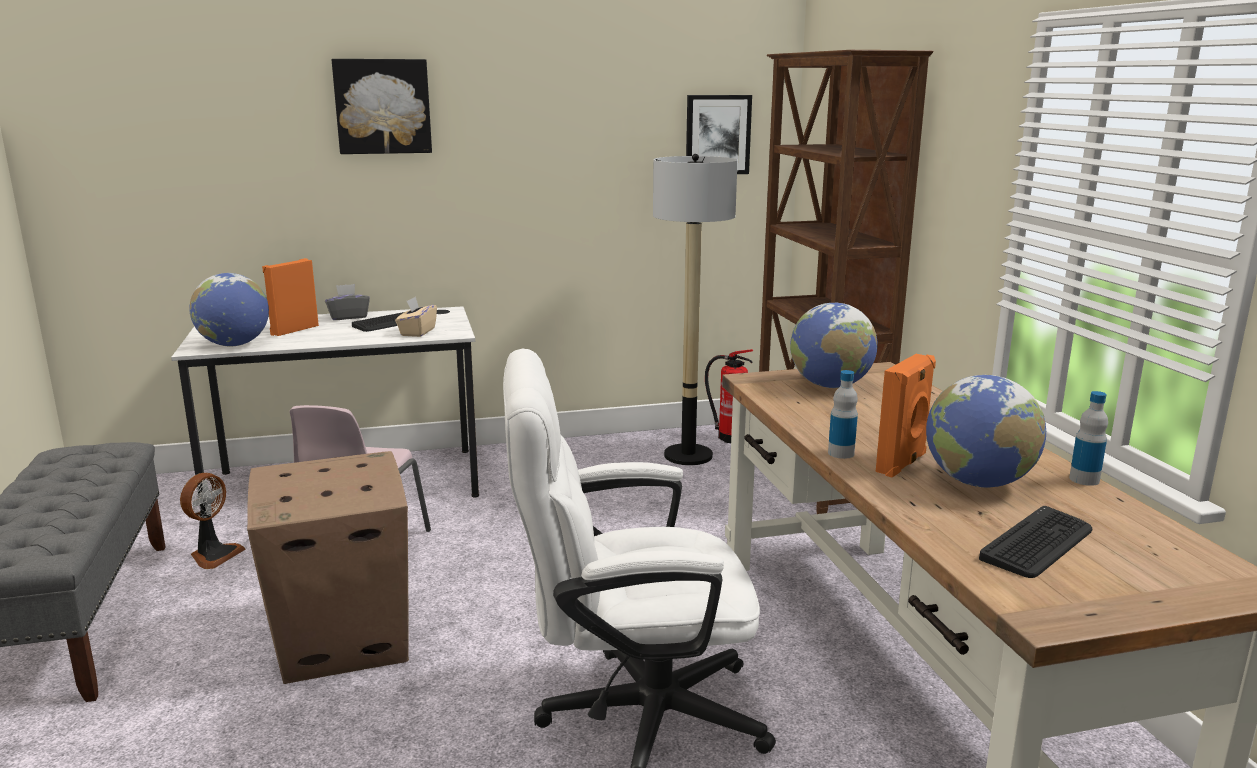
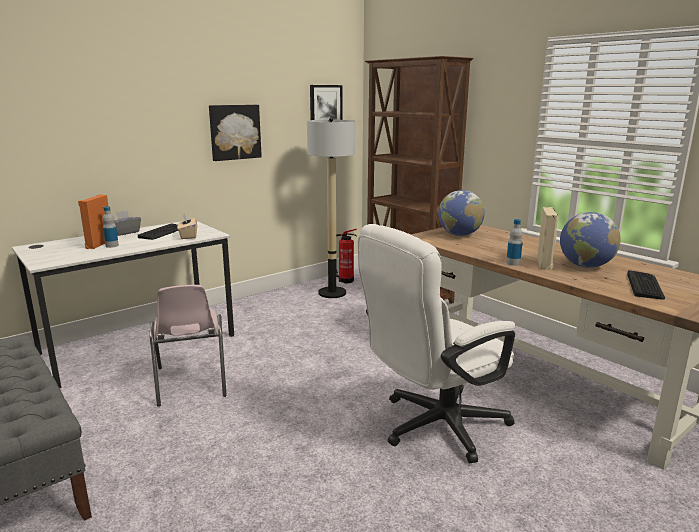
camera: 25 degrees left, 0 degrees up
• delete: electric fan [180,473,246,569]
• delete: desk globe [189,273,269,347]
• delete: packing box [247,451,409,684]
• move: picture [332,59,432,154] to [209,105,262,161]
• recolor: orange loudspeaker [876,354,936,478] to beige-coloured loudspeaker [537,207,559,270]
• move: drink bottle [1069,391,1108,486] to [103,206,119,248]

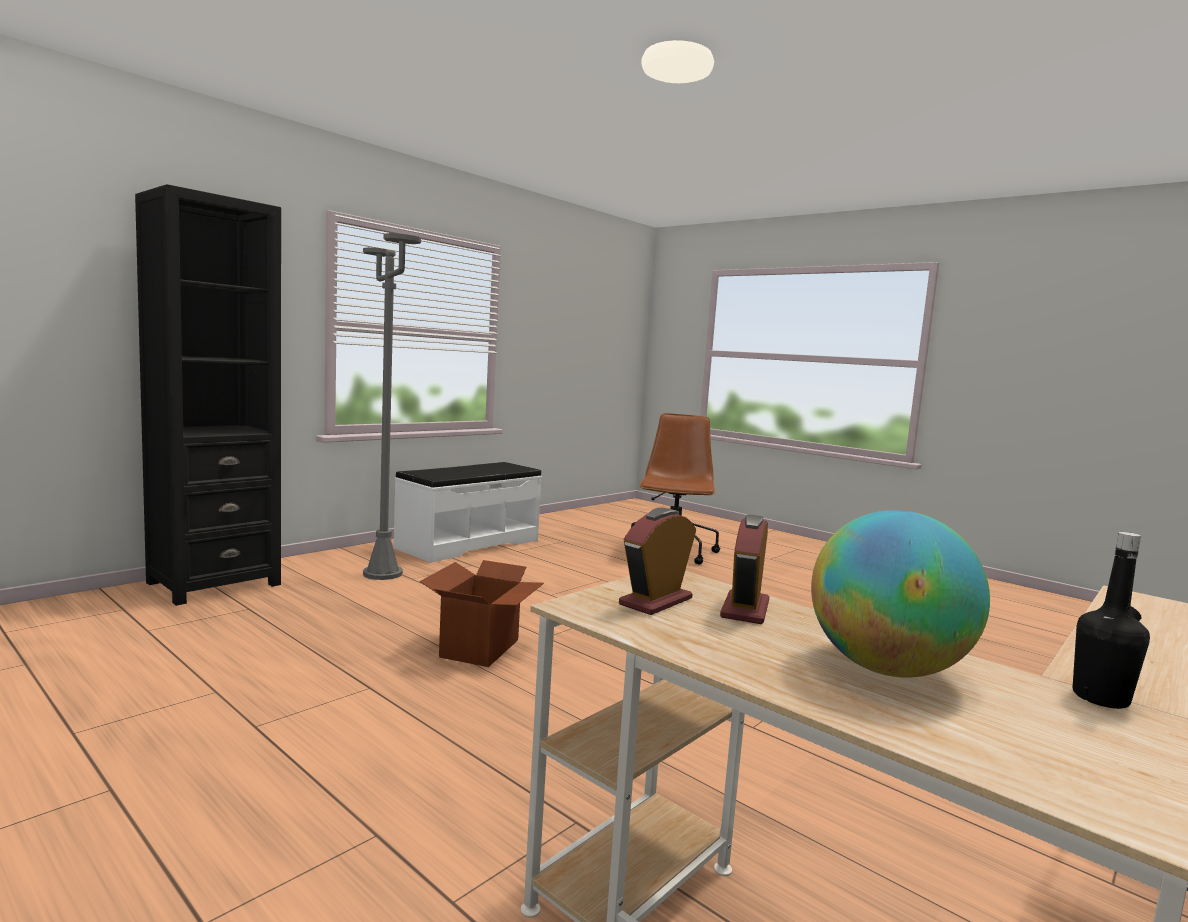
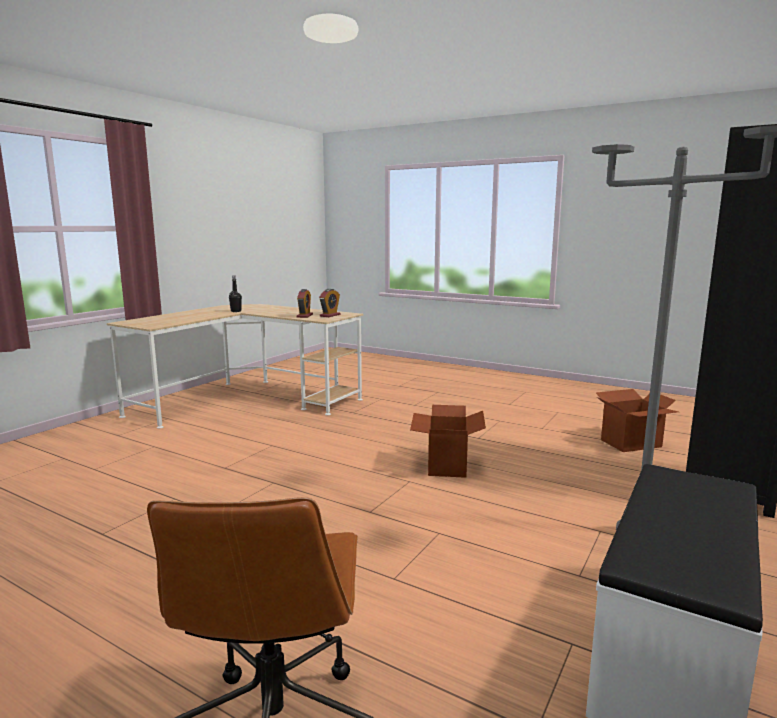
camera: 170 degrees right, 5 degrees up
• delete: desk globe [811,510,990,678]
• insert: packing box [596,389,678,452]

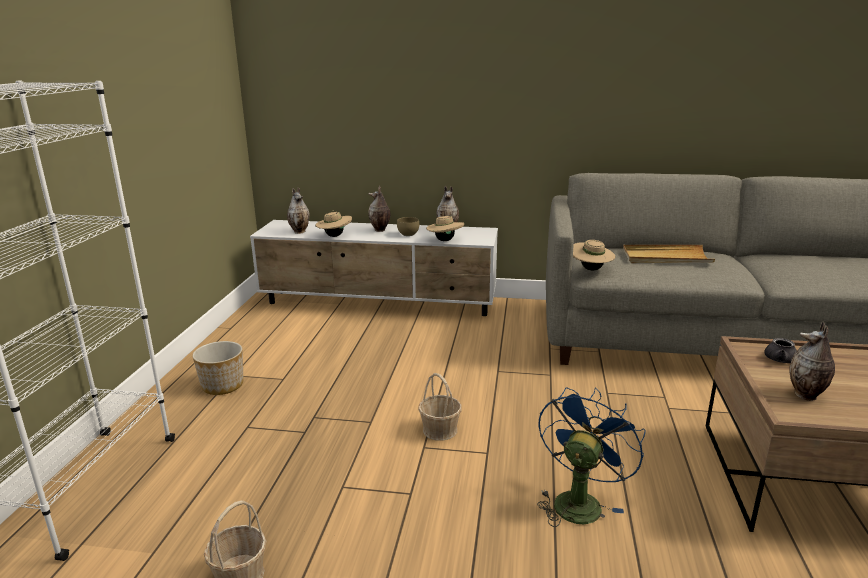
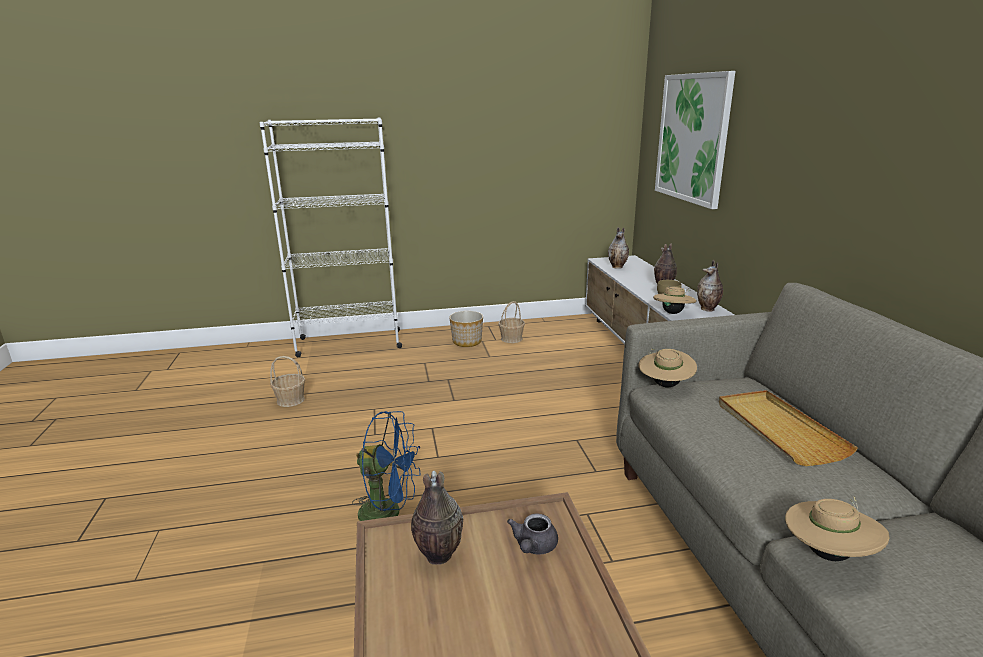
camera: 70 degrees right, 0 degrees up
• move: beige-coloured hat [315,210,352,237] to [785,496,890,561]
• move: basket [418,373,462,441] to [498,301,525,343]
• insert: picture [655,71,735,209]

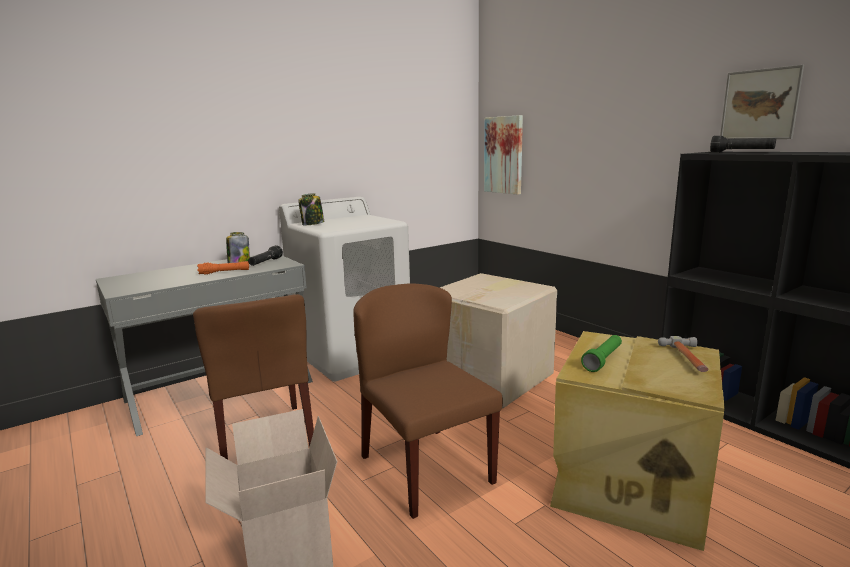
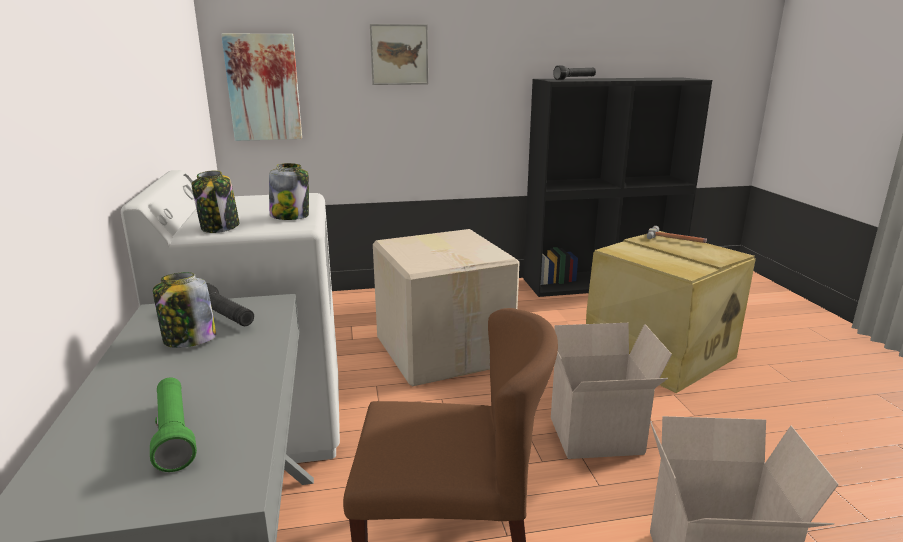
camera: 65 degrees left, 5 degrees up
• delete: orange torch [197,261,249,275]
• replace: brown upright chair [353,284,503,519] to packing box [551,323,672,459]
• move: green torch [581,335,622,372] to [150,378,197,472]
• move: picture [720,65,804,139] to [370,24,428,85]
• insert: preserve jar [269,163,309,220]

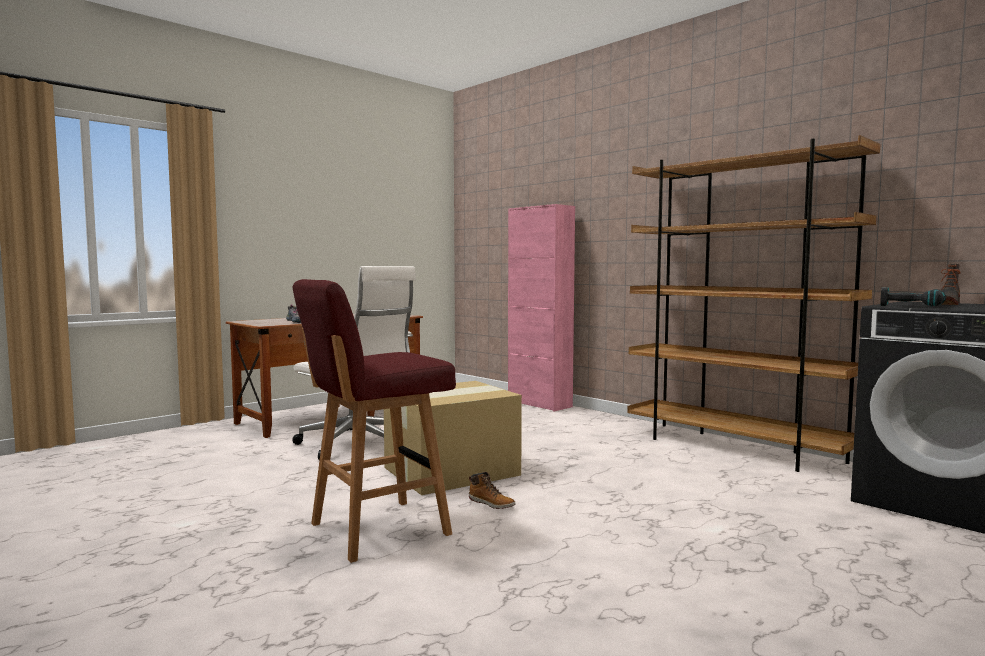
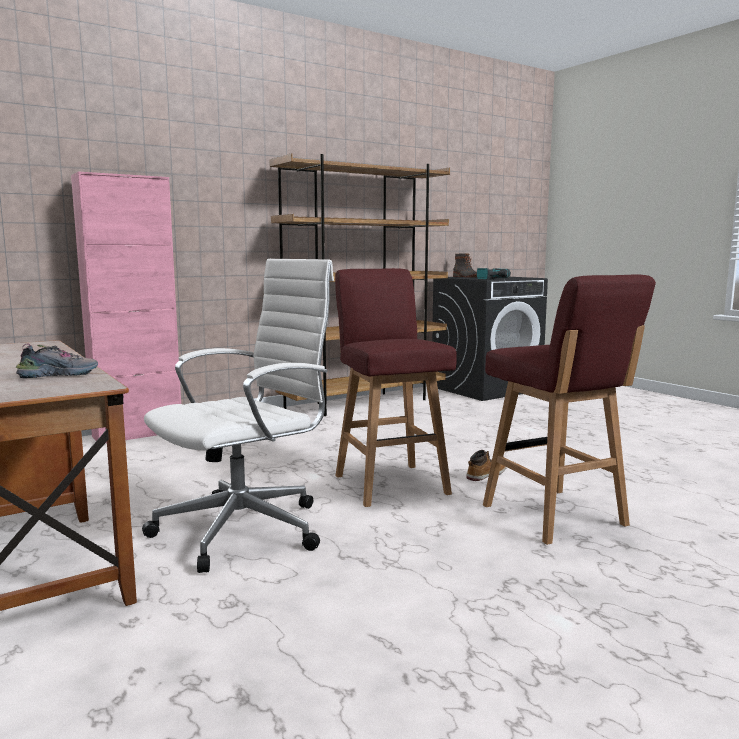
camera: 80 degrees left, 5 degrees up
• replace: packing box [384,381,522,495] to red-coloured sitting stool [335,268,457,507]

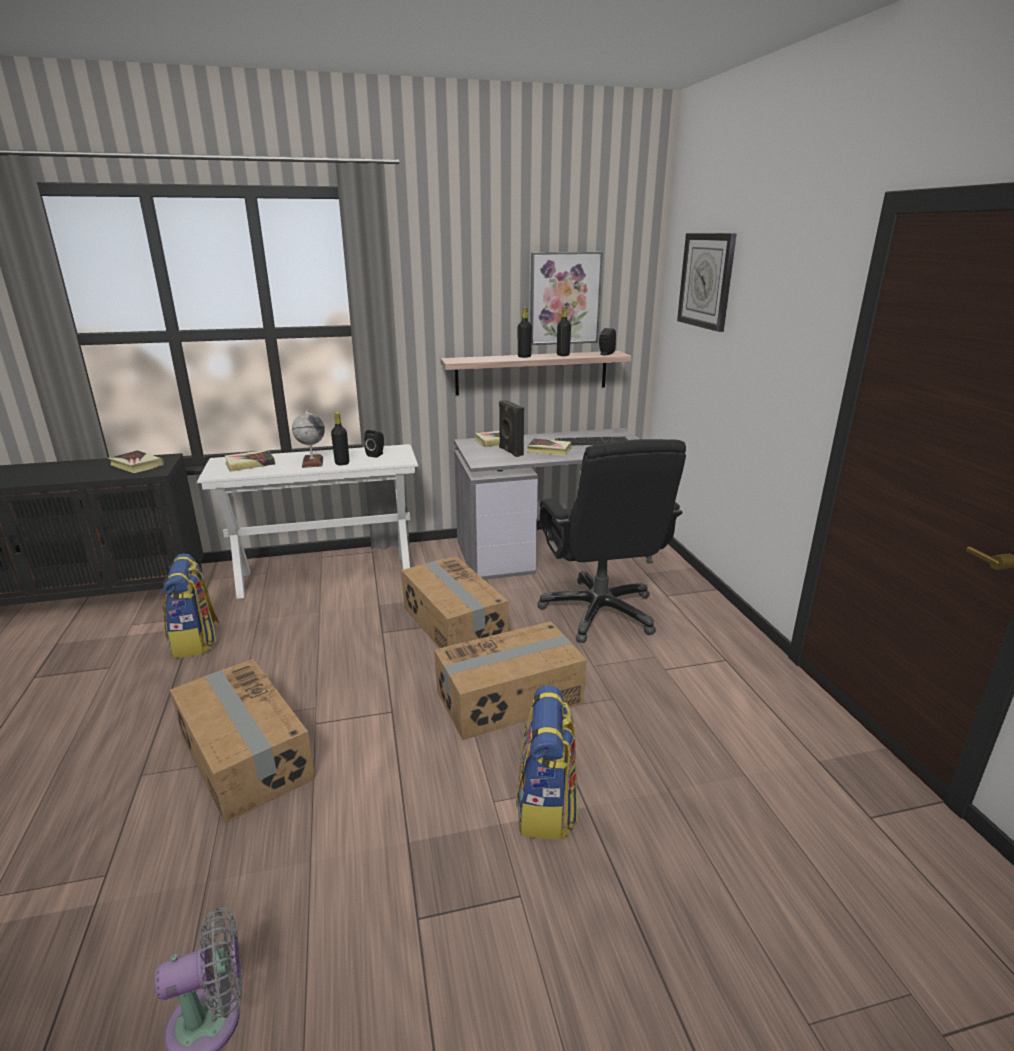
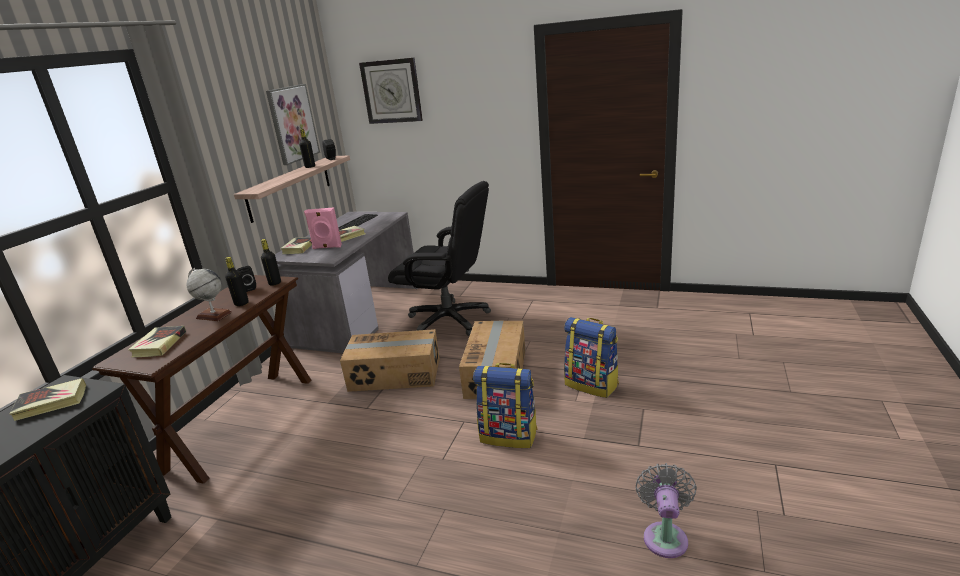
camera: 55 degrees left, 0 degrees up
• move: rucksack [163,554,219,658] to [473,363,538,448]
• delete: packing box [170,659,315,824]
• recolor: white-coloured narrow table [197,444,419,599] to brown narrow table [92,275,312,484]
• recolor: black-coloured loudspeaker [499,400,524,457] to pink-coloured loudspeaker [304,207,342,249]
• move: black-coloured drink bottle [518,307,532,358] to [261,239,281,286]

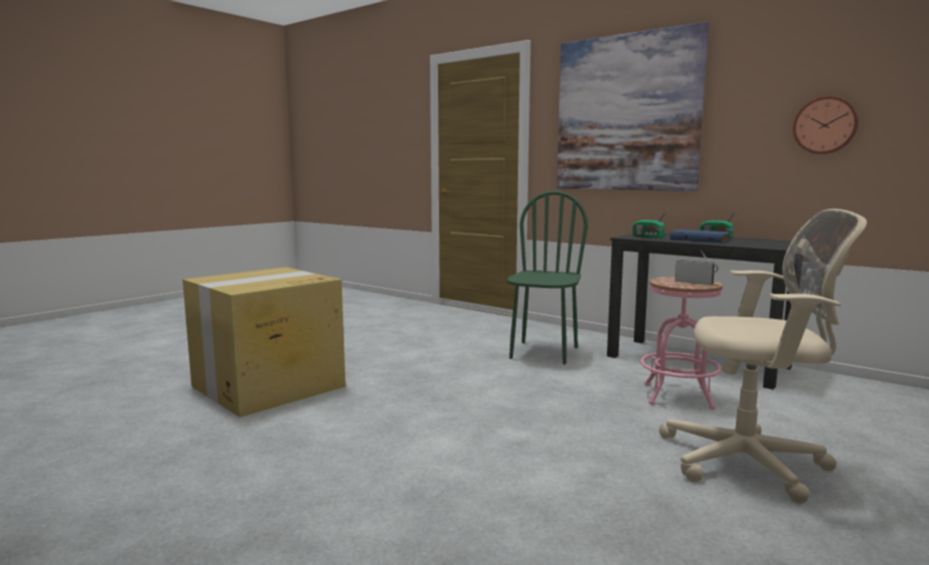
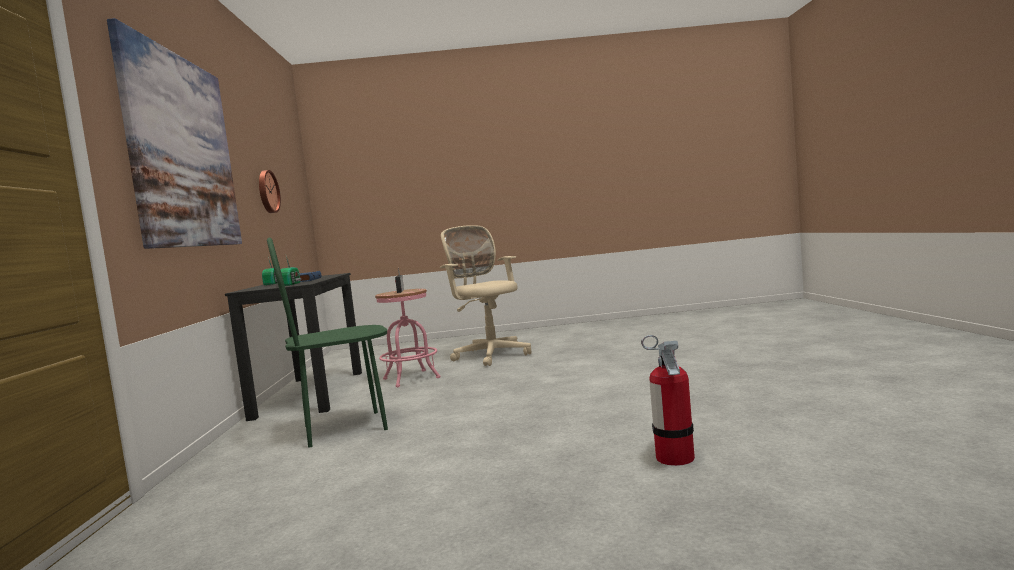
camera: 130 degrees left, 5 degrees down
• replace: packing box [182,267,346,417] to fire-fighting cylinder [641,335,695,466]

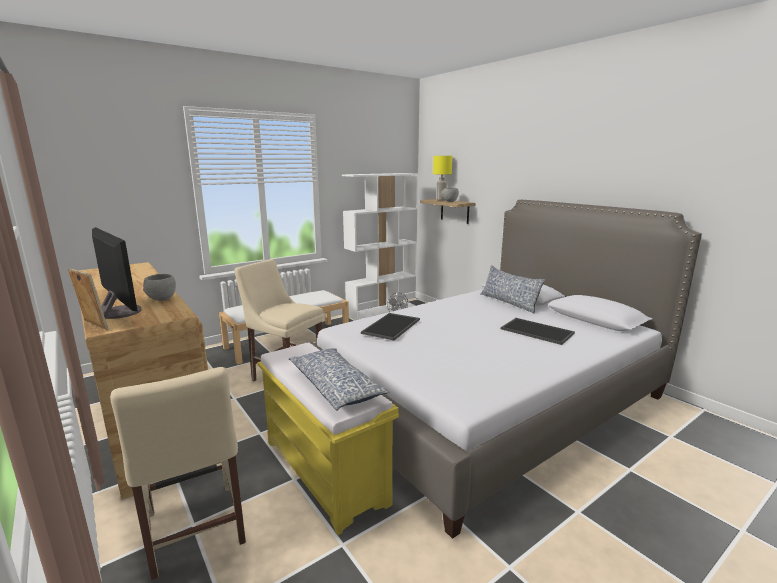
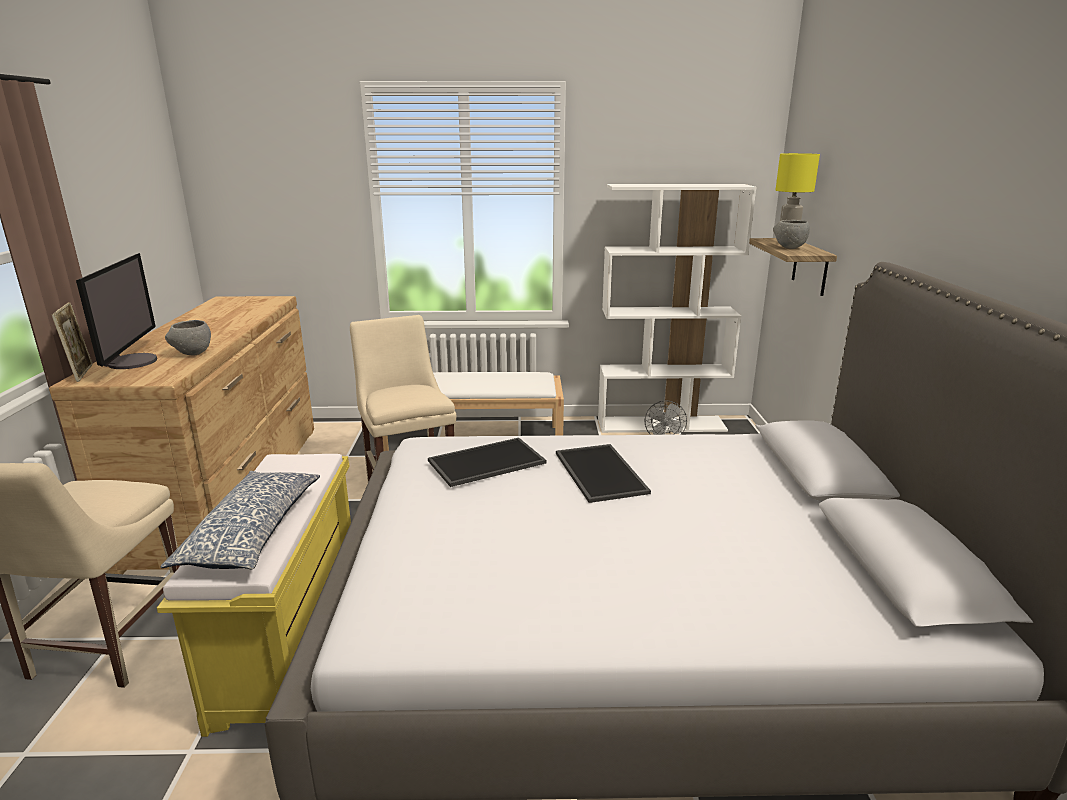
camera: 35 degrees right, 5 degrees up
• delete: cushion [480,265,545,314]
• move: serving tray [501,318,575,345] to [556,444,651,503]

